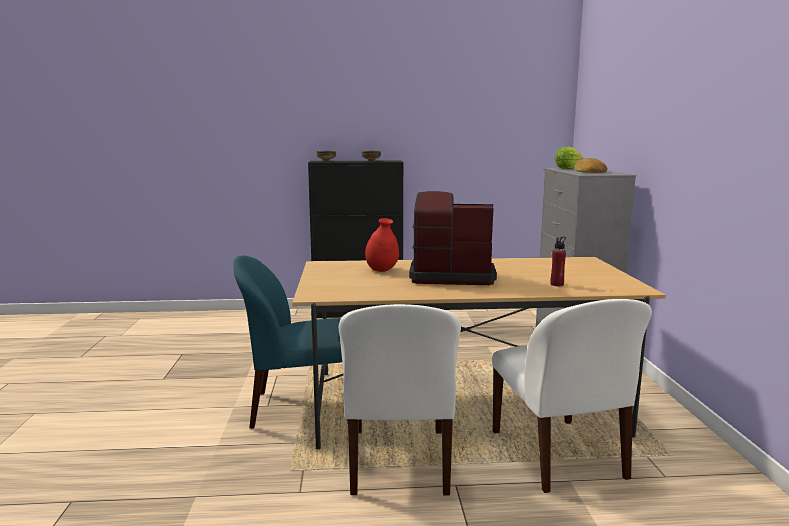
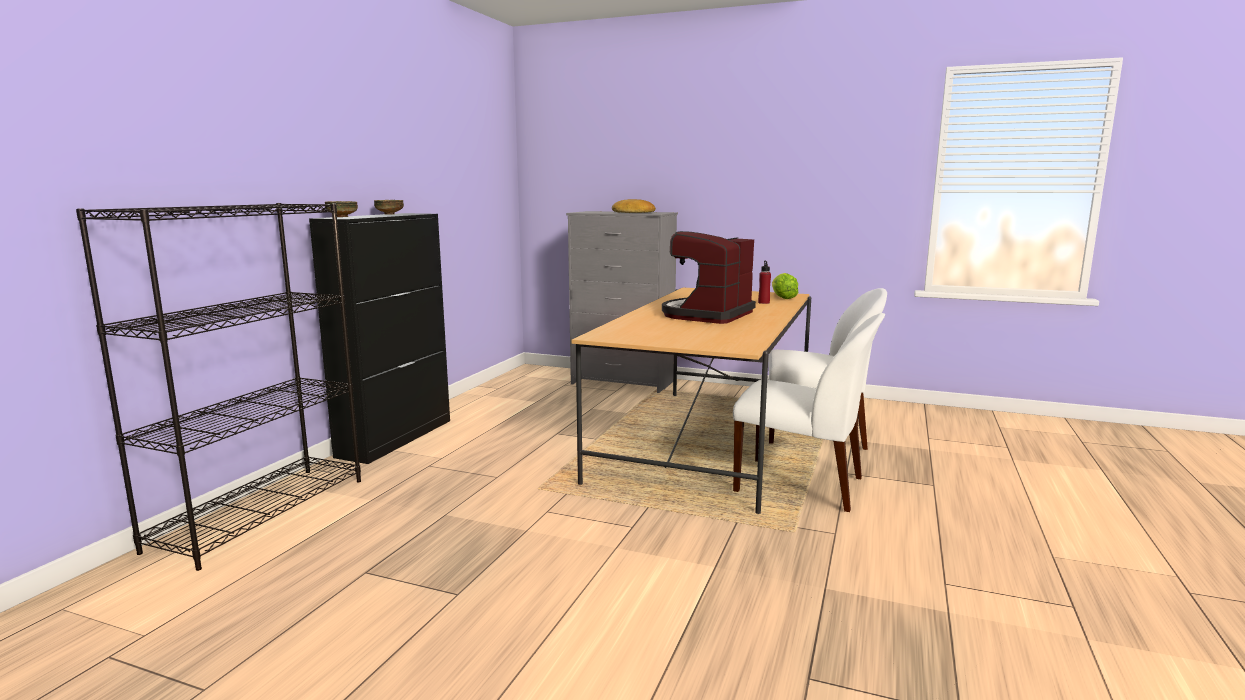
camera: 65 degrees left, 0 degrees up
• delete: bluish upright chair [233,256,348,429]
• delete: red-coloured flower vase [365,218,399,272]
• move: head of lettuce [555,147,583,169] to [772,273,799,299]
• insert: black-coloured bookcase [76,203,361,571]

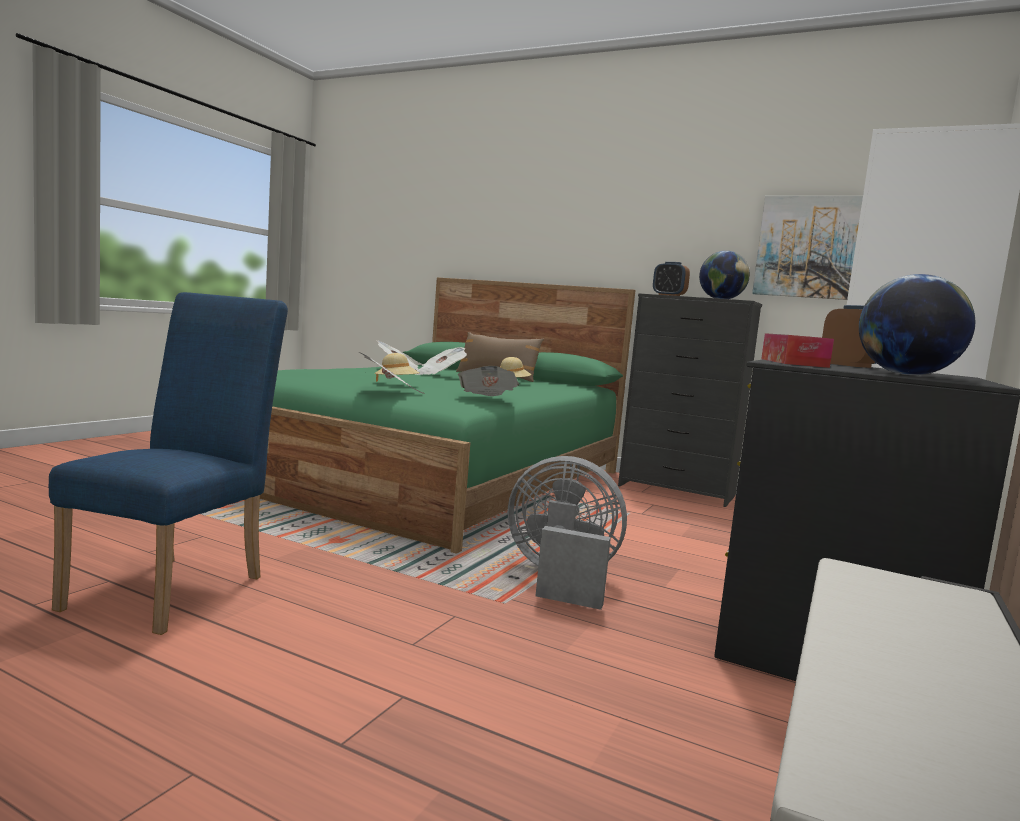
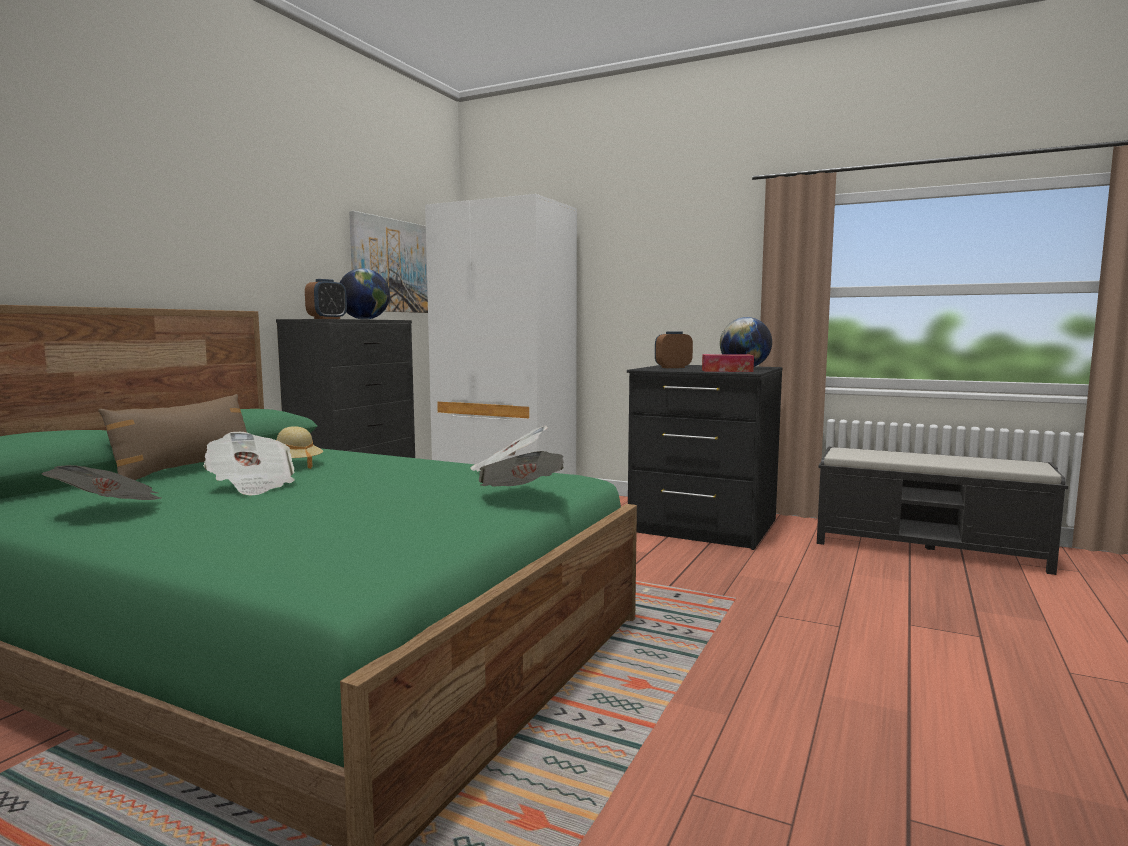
camera: 90 degrees left, 0 degrees up
• delete: bluish upright chair [49,292,288,635]
• delete: beige-coloured hat [375,353,419,382]
• delete: greyish electric fan [508,456,627,610]

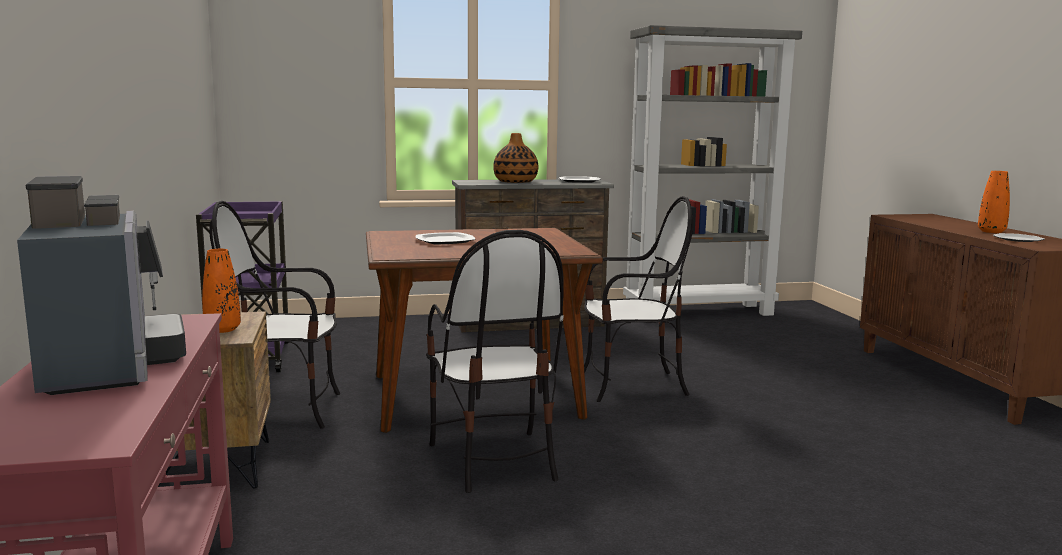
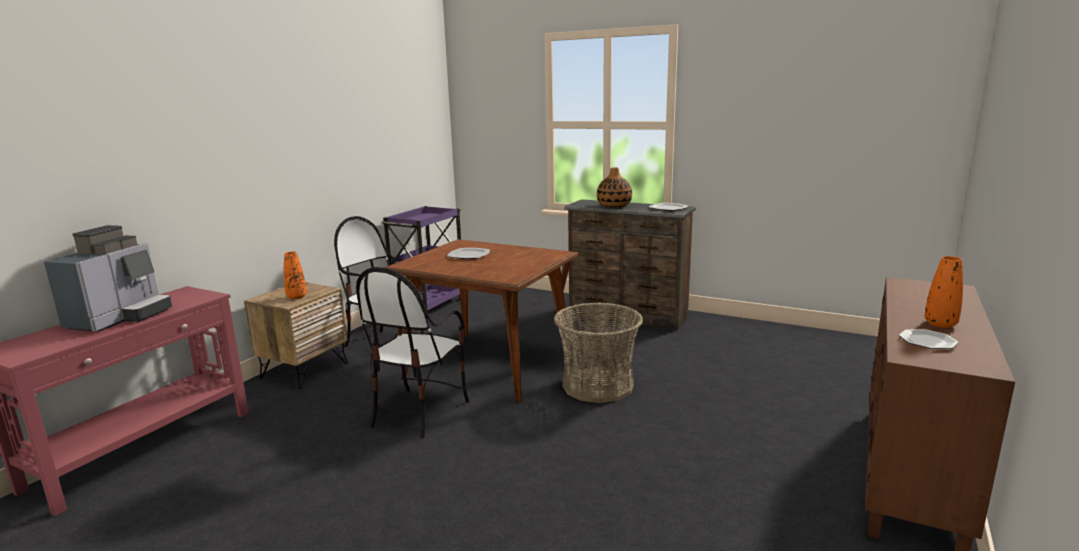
camera: 40 degrees right, 5 degrees up
• replace: upright chair [584,196,694,402] to basket [554,303,643,403]
• delete: greyish bookcase [623,25,802,316]

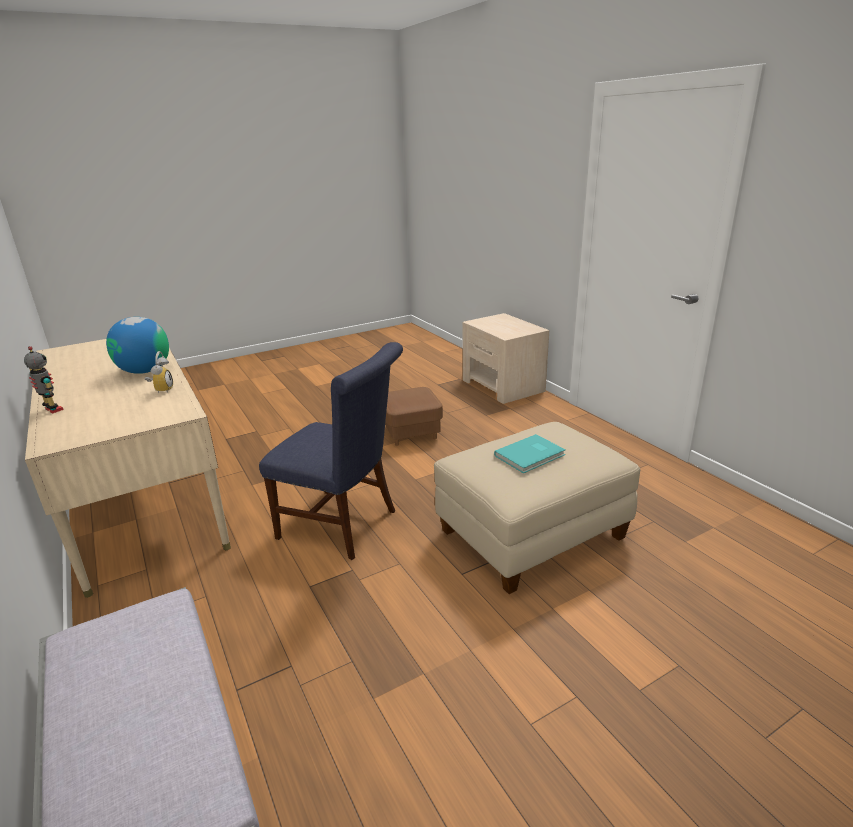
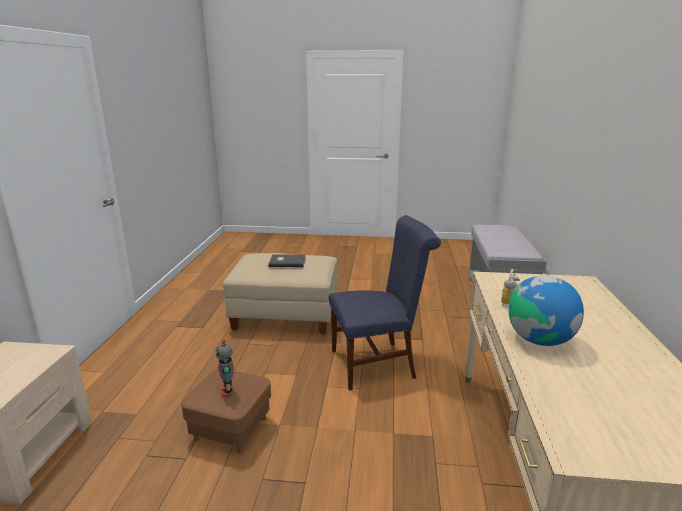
camera: 145 degrees left, 5 degrees down
• move: robot figure [24,346,64,414] to [216,340,234,397]
• rotate: bluish upright chair [259,342,403,560] = [328,215,441,390] 105 degrees clockwise
• recolor: turquoise bound book [494,434,566,473] to greyish bound book [268,255,306,267]

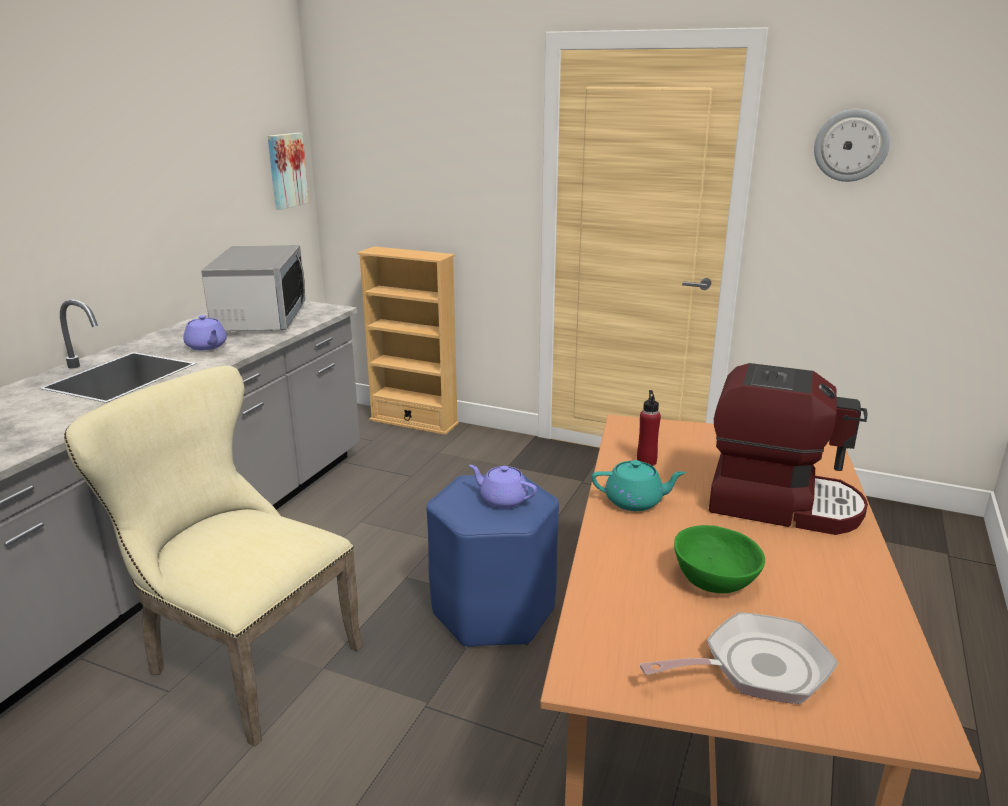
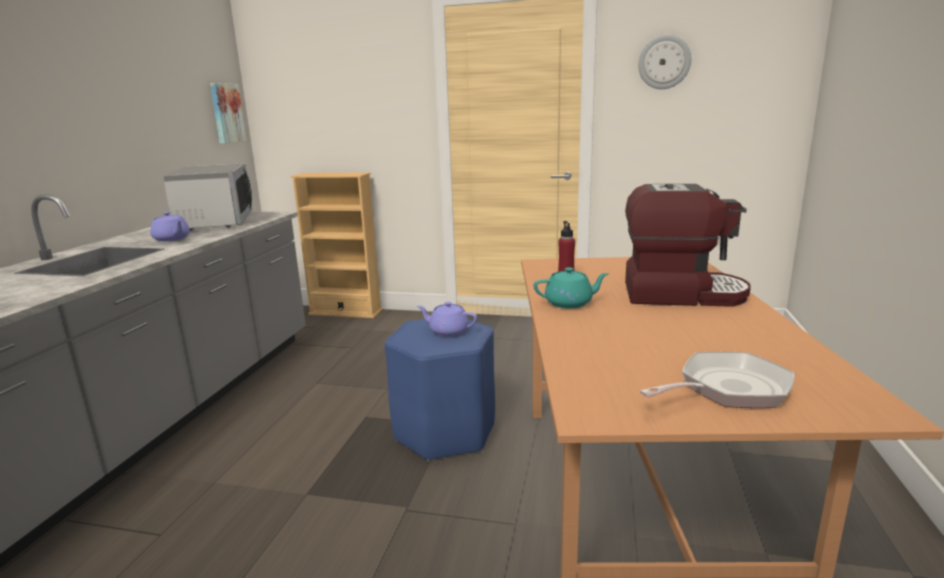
camera: 10 degrees left, 5 degrees down
• delete: beige-coloured upright chair [64,366,362,747]
• delete: green serving bowl [674,525,765,593]

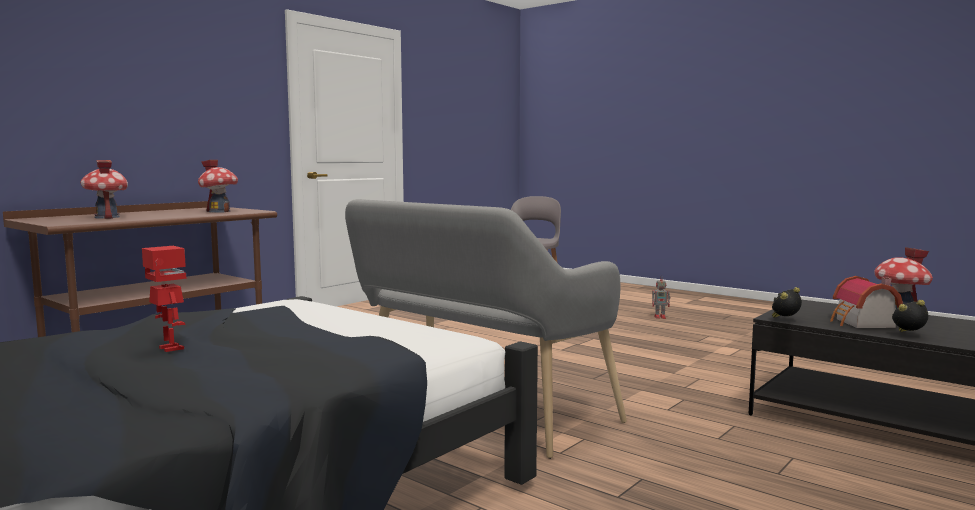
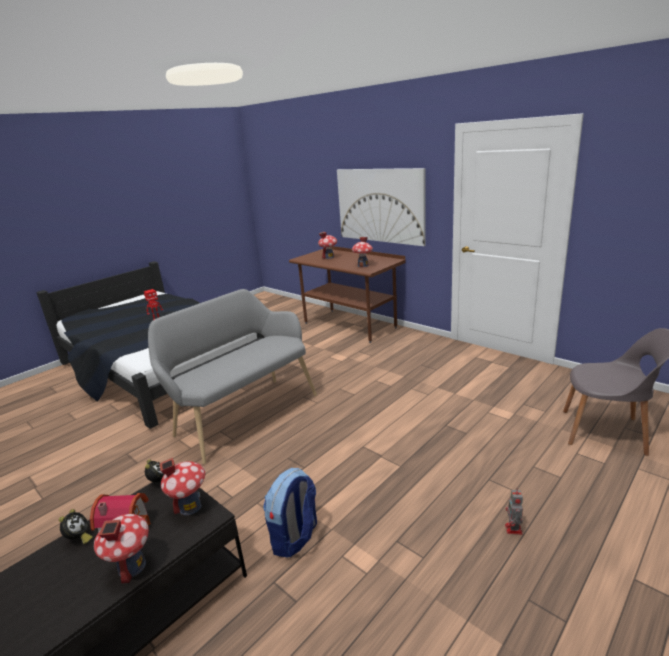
camera: 95 degrees right, 15 degrees up
• insert: toy house [160,458,205,515]
• insert: rucksack [263,468,317,558]
• insert: picture [337,168,426,246]

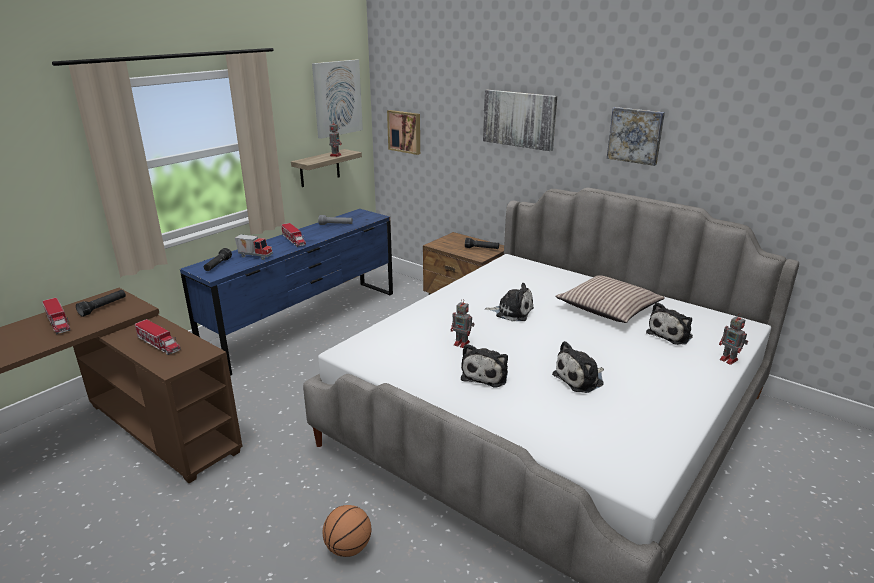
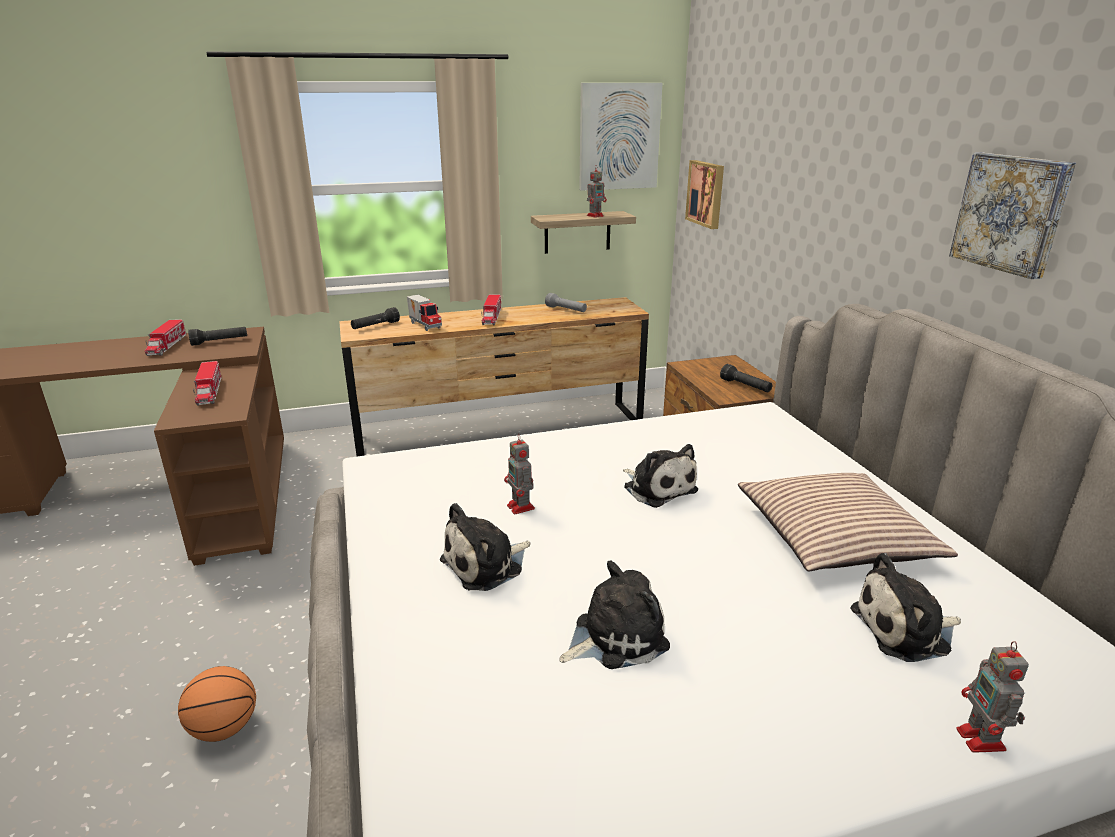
camera: 35 degrees right, 0 degrees up
• recolor: bluish dresser [180,209,393,376] to brown dresser [339,297,649,456]
• delete: picture [483,90,557,151]
• rotate: plush toy [552,341,604,393] = [559,560,670,669] 150 degrees clockwise

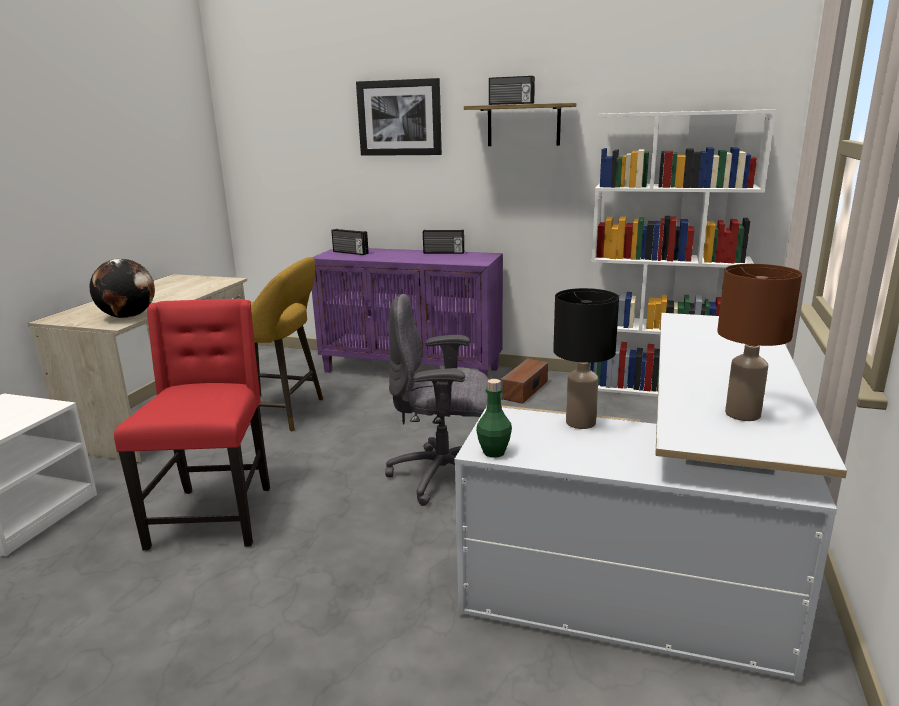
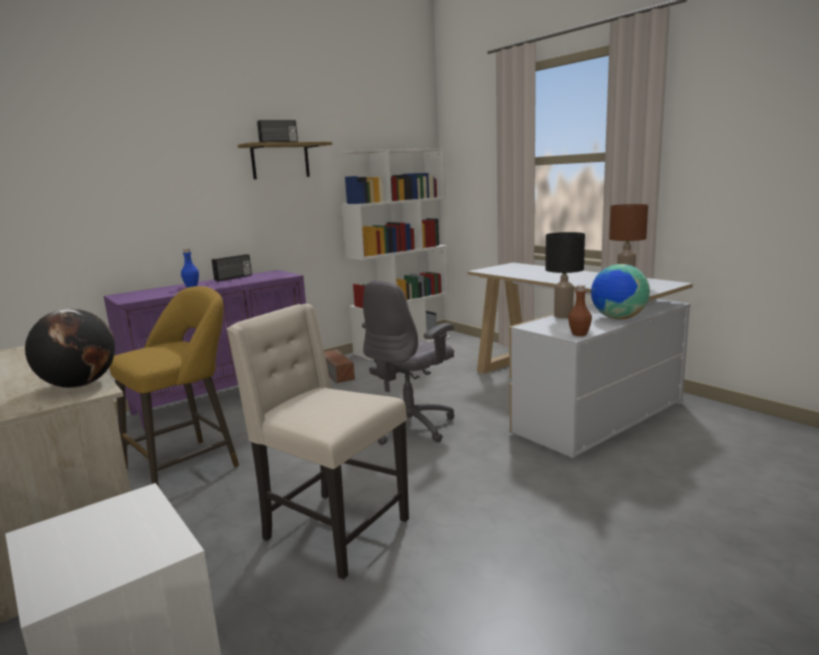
camera: 55 degrees left, 5 degrees down
• recolor: red-coloured upright chair [114,299,270,551] to beige-coloured upright chair [227,304,409,580]
• delete: radio set [331,229,369,255]
• delete: picture [356,78,442,156]
• recolor: green drink bottle [476,379,512,458] to brown drink bottle [568,285,592,336]
• insert: bluish drink bottle [181,248,199,287]
• insert: desk globe [591,264,650,320]

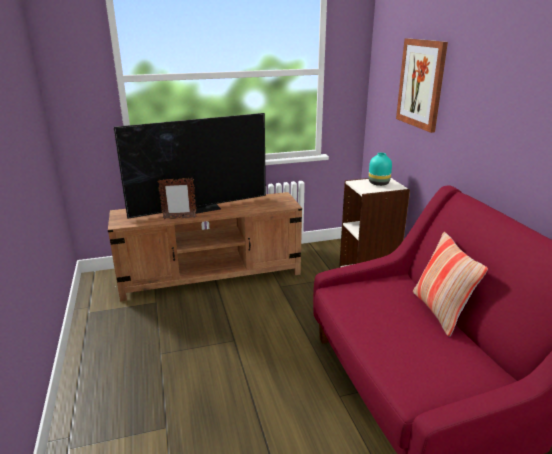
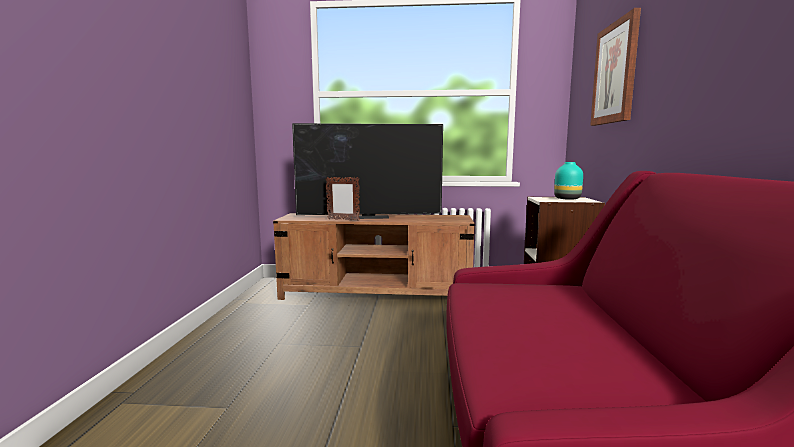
camera: 20 degrees right, 15 degrees down
• delete: cushion [413,232,488,337]

